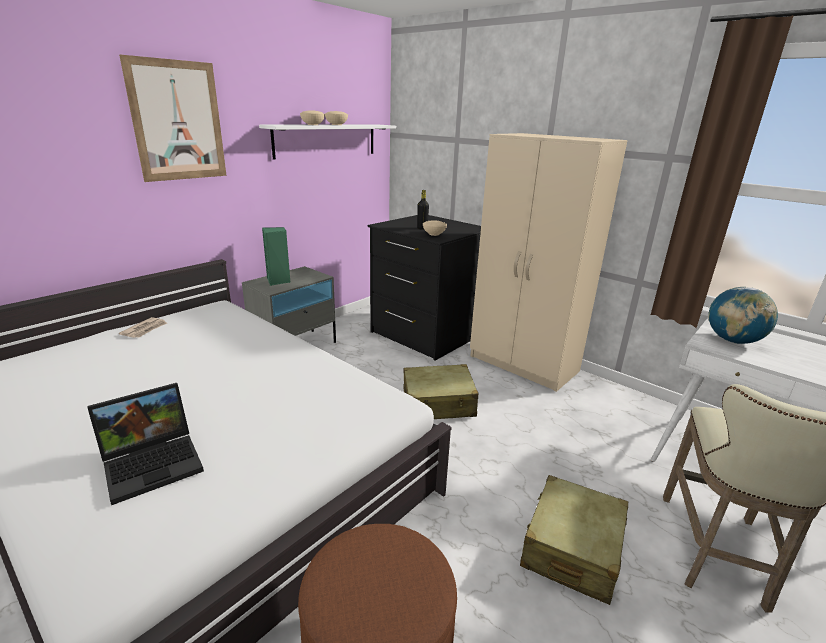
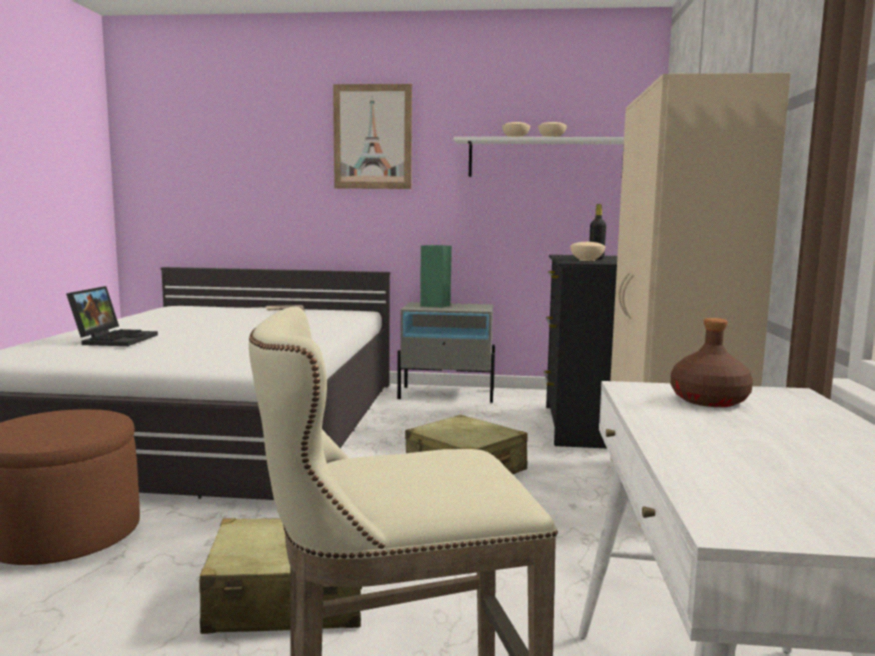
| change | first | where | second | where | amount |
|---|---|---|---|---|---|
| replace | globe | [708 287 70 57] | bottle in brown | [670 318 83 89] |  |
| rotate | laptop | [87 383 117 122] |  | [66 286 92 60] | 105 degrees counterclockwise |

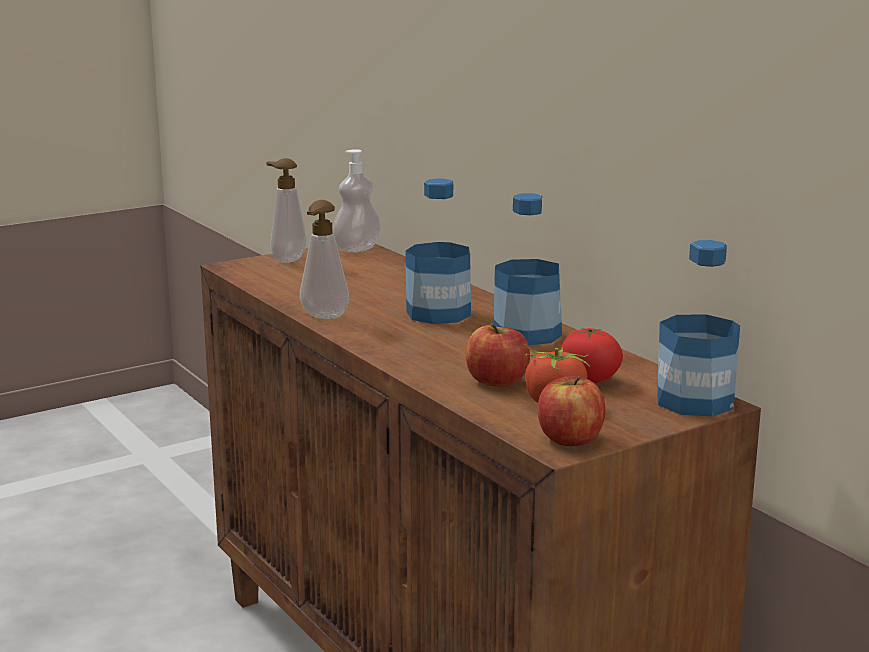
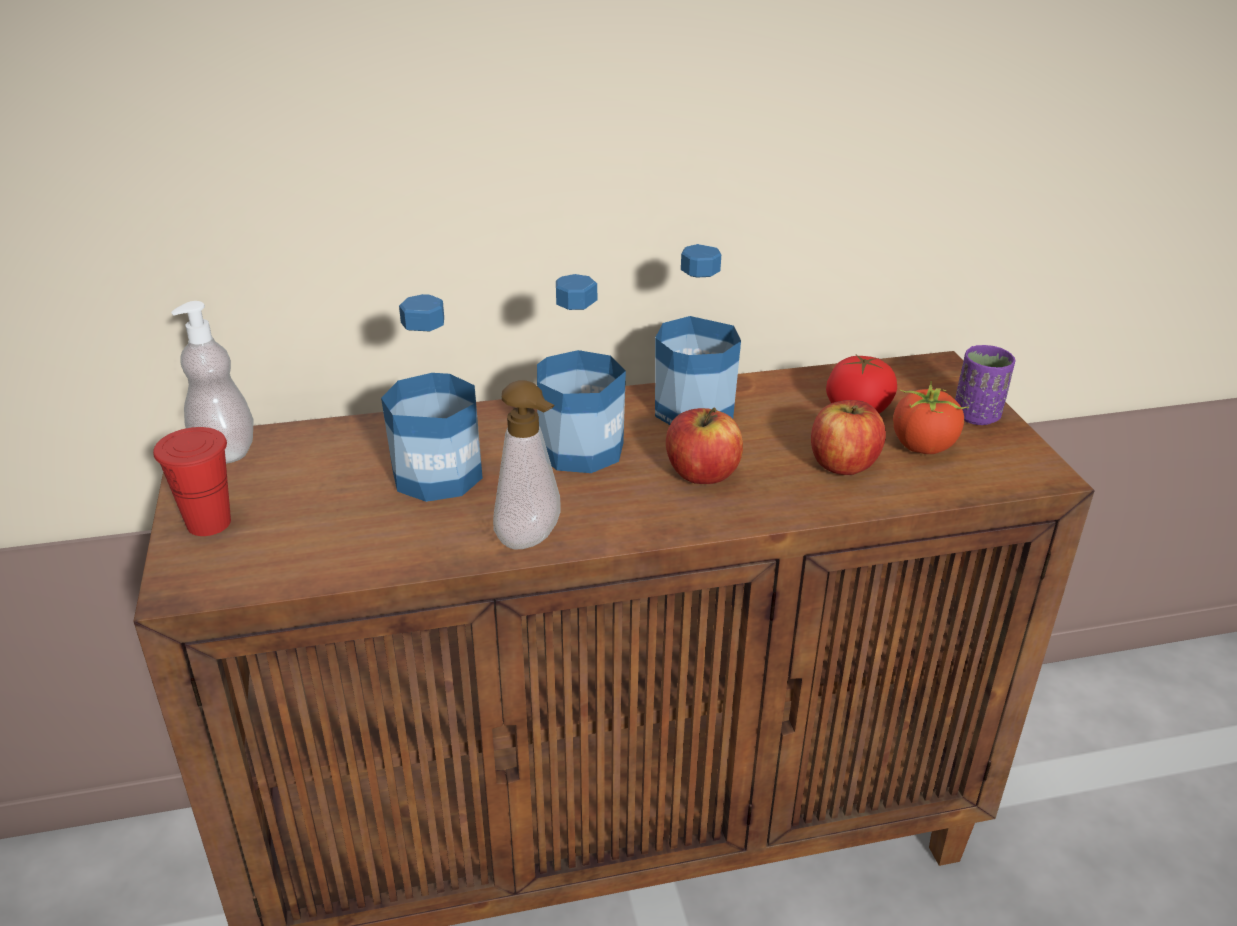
| change | first | where | second | where | amount |
|---|---|---|---|---|---|
| insert |  |  | cup in purple | [955 345 60 80] |  |
| move | apple | [538 376 67 70] |  | [666 407 77 77] |  |
| move | bottle | [657 240 83 177] |  | [381 294 102 208] |  |
| replace | soap dispenser | [266 158 41 105] | cup in red | [153 427 78 109] |  |

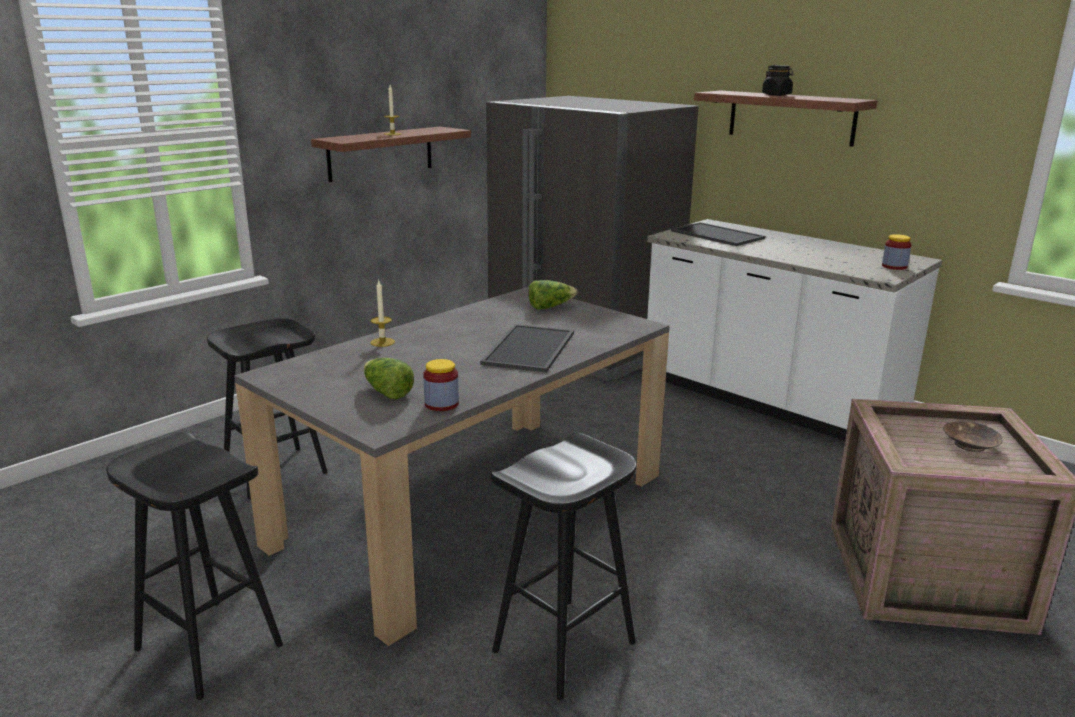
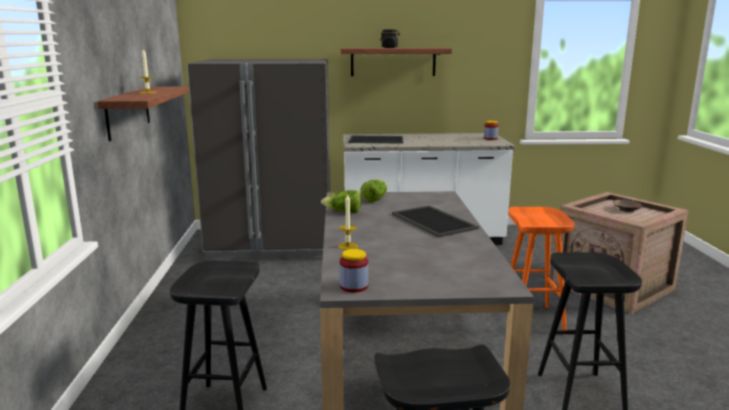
| change | first | where | second | where | amount |
|---|---|---|---|---|---|
| insert |  |  | stool in orange | [508 207 67 128] |  |
| move | lettuce | [364 358 50 41] |  | [321 190 40 23] |  |
| move | jar | [423 359 36 52] |  | [340 249 28 43] |  |

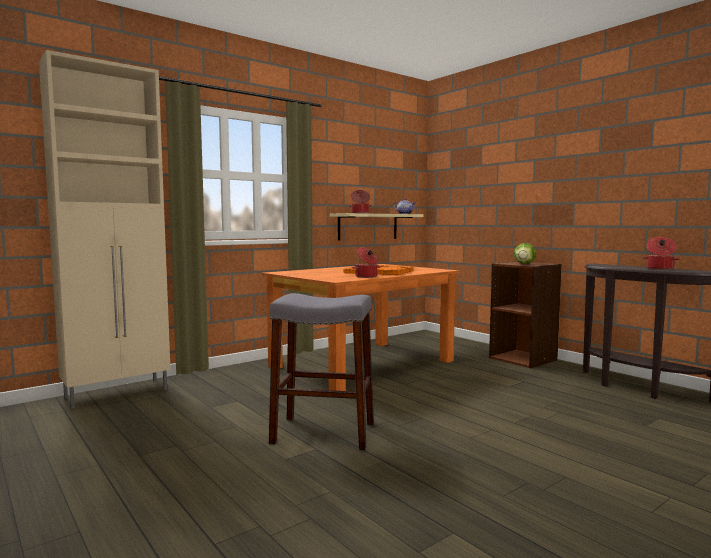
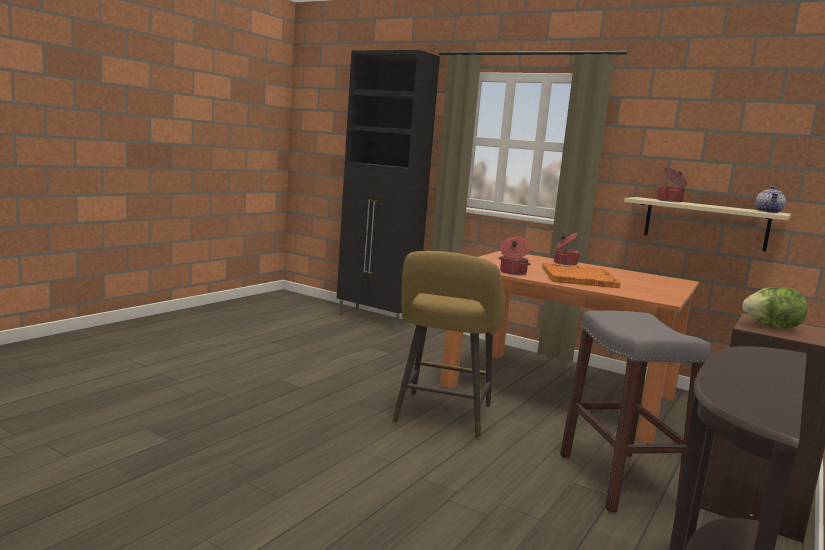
| change | first | where | second | where | amount |
|---|---|---|---|---|---|
| insert |  |  | stool in yellow | [393 251 112 187] |  |
| move | stool in grey | [269 293 105 158] |  | [560 311 152 202] |  |
| move | cooking pot | [642 237 38 33] |  | [554 233 26 33] |  |
| recolor | cabinet in beige | [39 50 132 359] | cabinet in black | [337 50 103 280] |  |

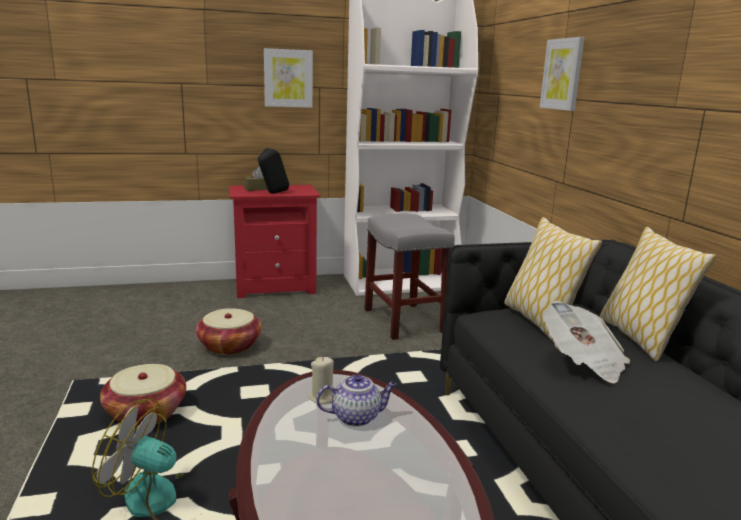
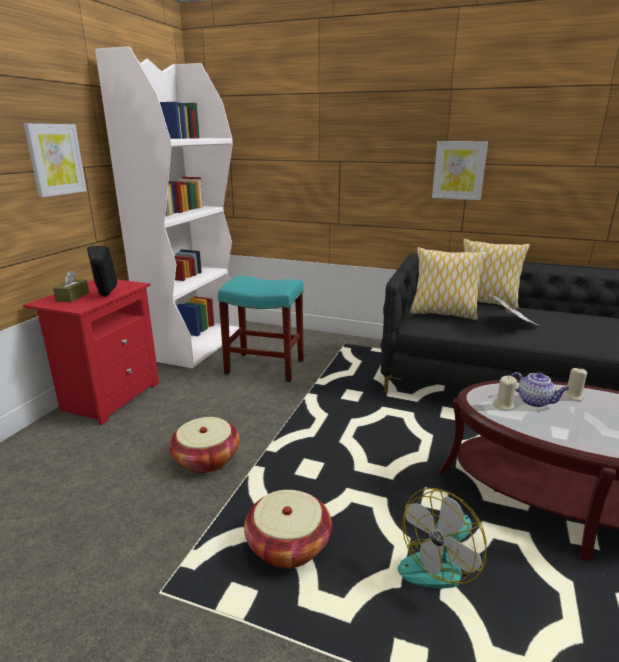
| change | first | where | second | where | amount |
|---|---|---|---|---|---|
| insert |  |  | candle in beige | [564 368 23 34] |  |
| move | picture | [540 37 45 74] |  | [432 141 56 59] |  |
| recolor | stool in grey | [365 213 90 128] | stool in turquoise | [218 276 86 107] |  |
| rotate | teapot | [316 374 81 53] |  | [510 372 59 35] | 105 degrees clockwise |

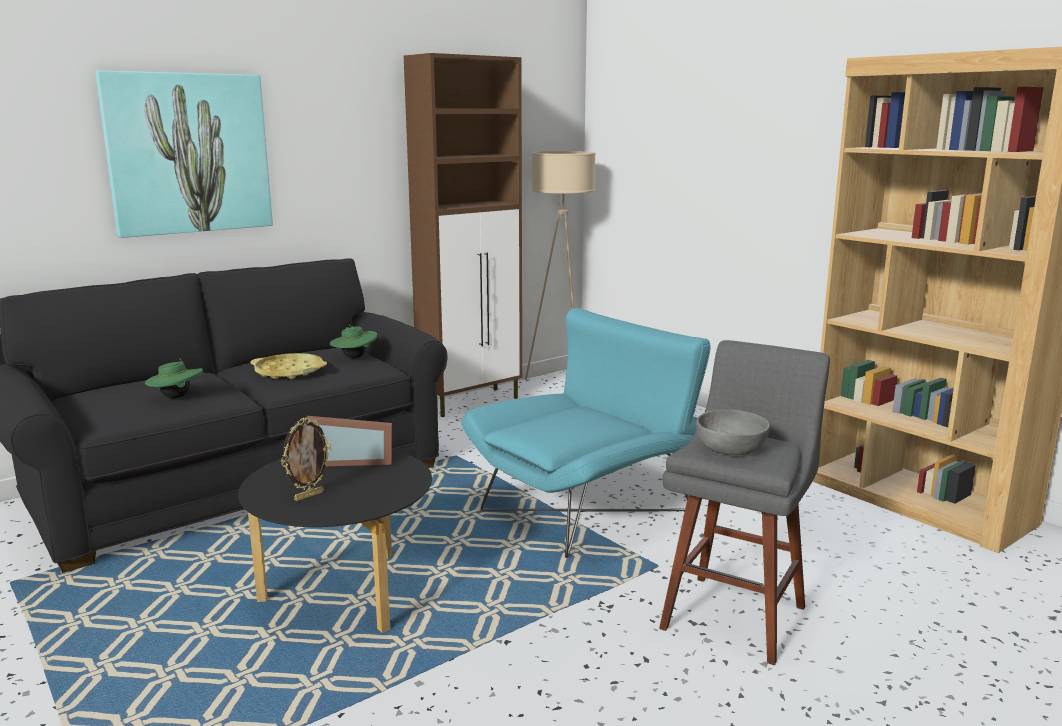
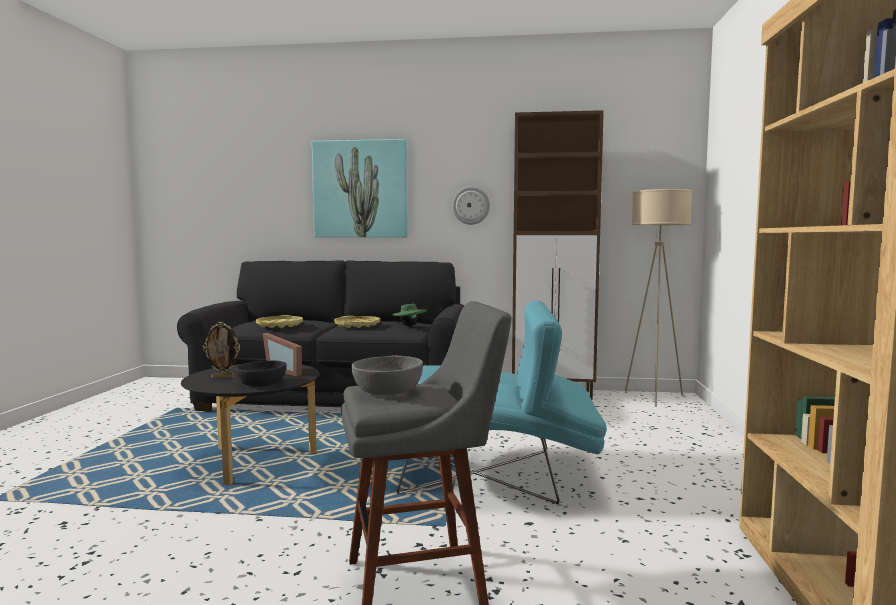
| change | first | where | second | where | amount |
|---|---|---|---|---|---|
| insert |  |  | bowl in black | [236 360 51 27] |  |
| insert |  |  | wall clock | [452 186 38 39] |  |
| replace | hat in green | [145 358 58 41] | tray in yellow | [256 315 47 13] |  |

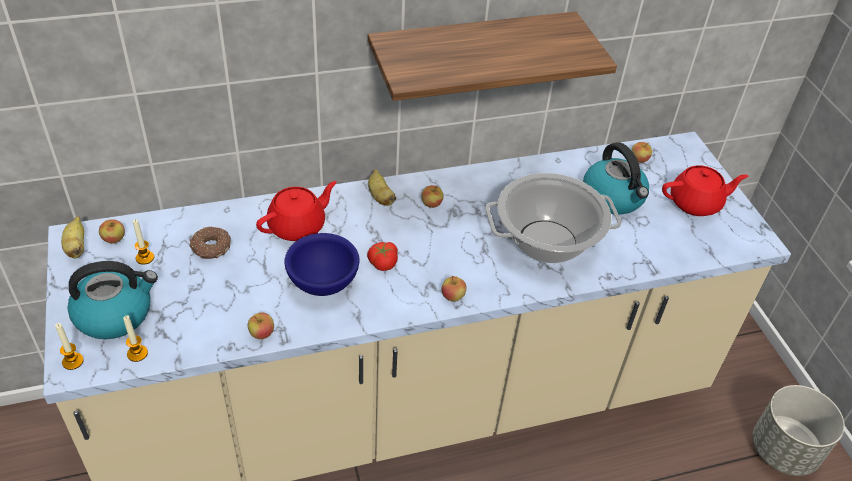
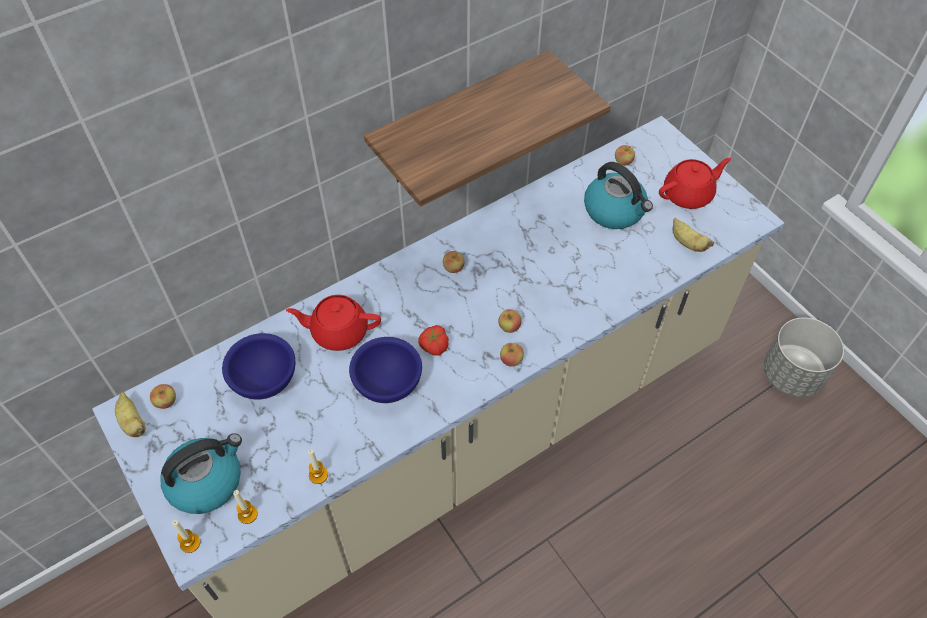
| change | first | where | second | where | amount |
|---|---|---|---|---|---|
| delete | cooking pot | [485 173 137 90] |  |  |  |
| move | candle | [133 220 21 45] |  | [308 449 20 35] |  |
| move | apple | [248 312 26 27] |  | [498 309 23 24] |  |
| move | banana | [368 169 28 37] |  | [672 218 42 34] |  |
| replace | donut | [189 226 42 33] | bowl in blue | [222 333 74 67] |  |
| rotate | teapot in red | [256 181 81 60] |  | [286 295 95 56] | 120 degrees counterclockwise |

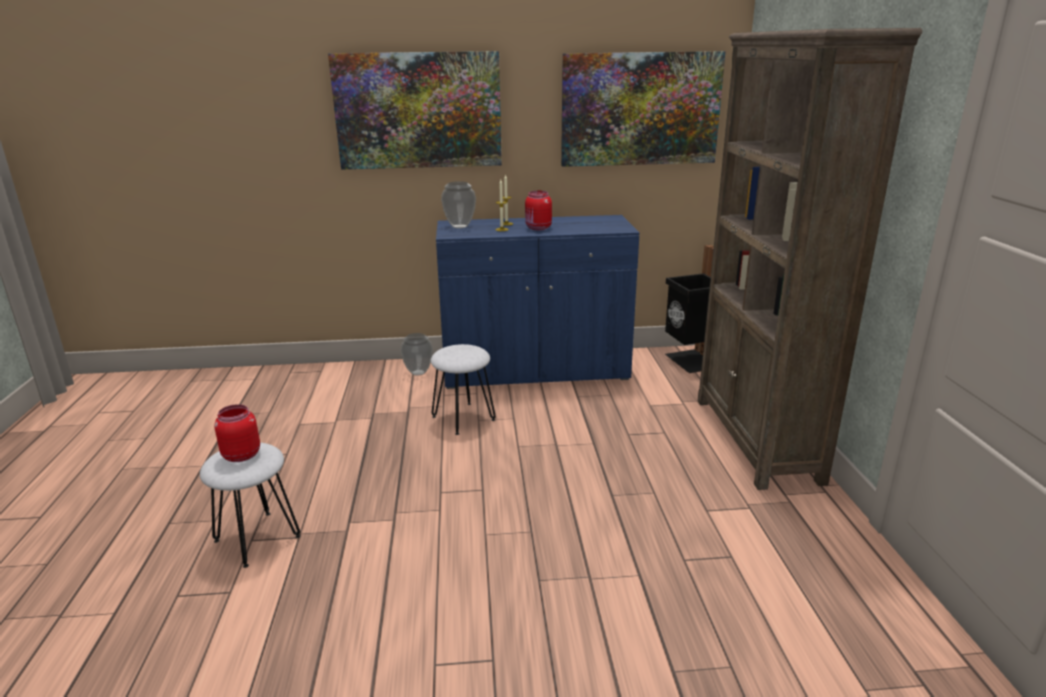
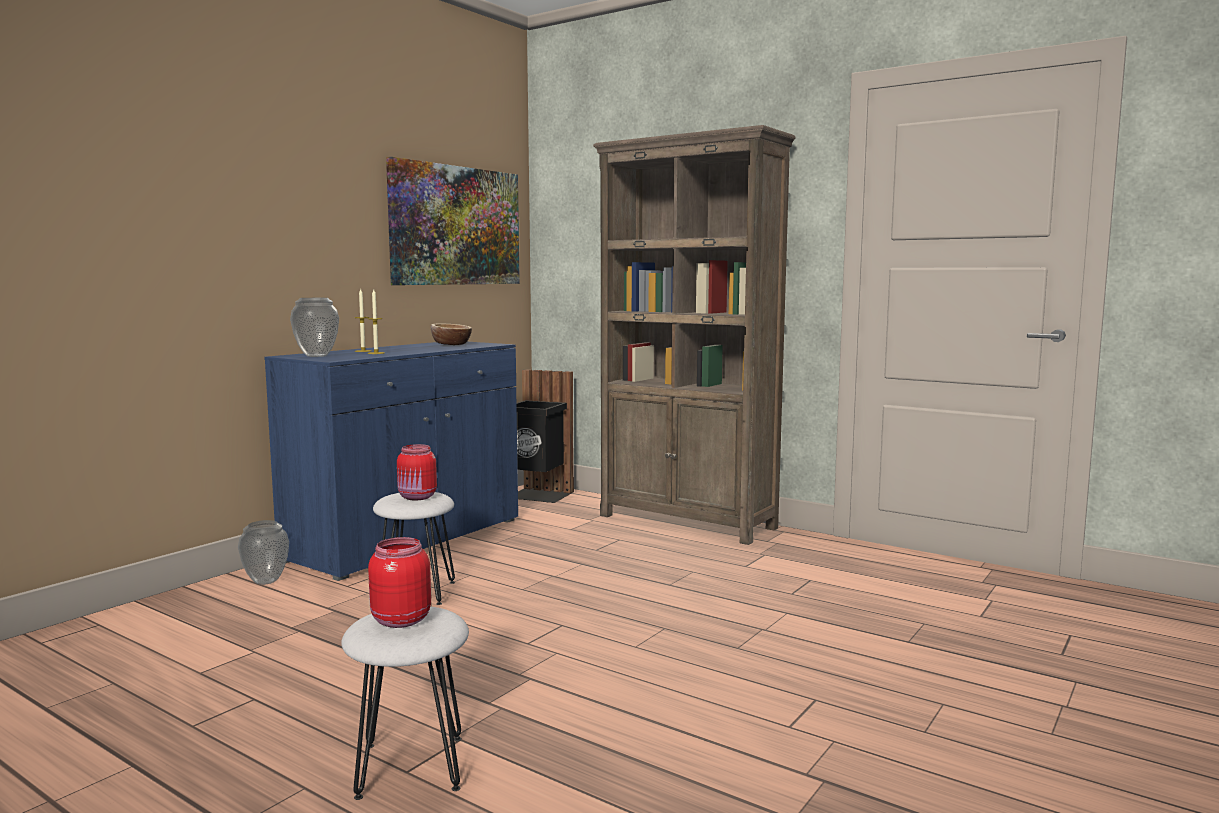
| change | first | where | second | where | amount |
|---|---|---|---|---|---|
| delete | picture | [328 51 174 119] |  |  |  |
| insert |  |  | bowl | [431 324 41 21] |  |
| move | jar in red | [525 191 27 39] |  | [397 444 40 56] |  |

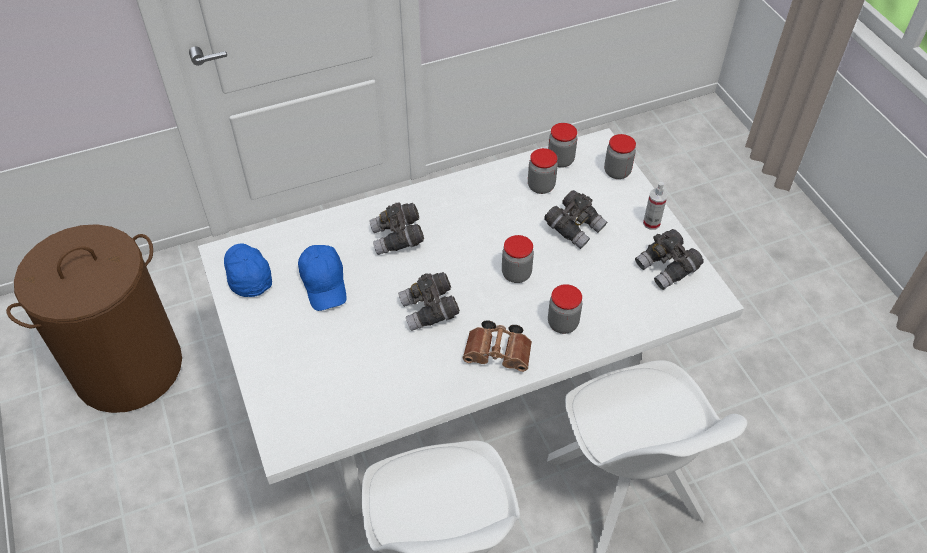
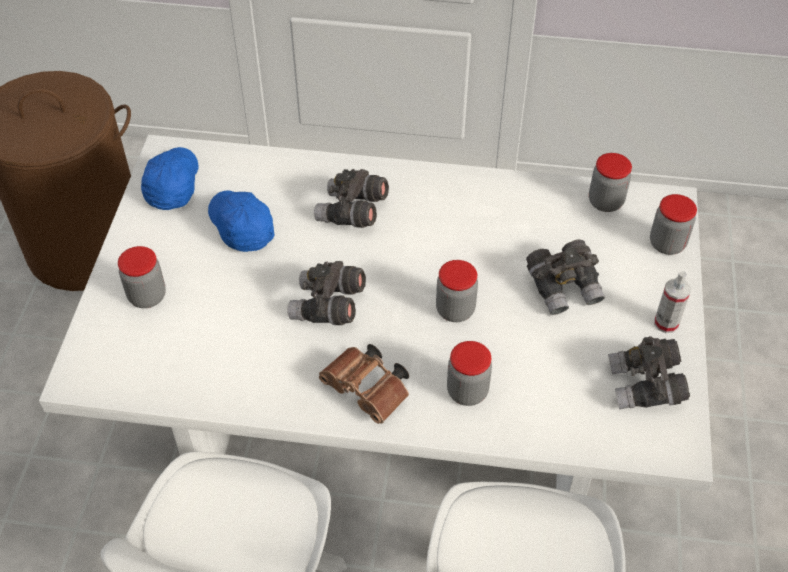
| change | first | where | second | where | amount |
|---|---|---|---|---|---|
| move | jar | [528 148 30 46] |  | [118 246 48 62] |  |
| rotate | cap in blue | [298 245 49 66] |  | [208 191 67 61] | 135 degrees clockwise |

